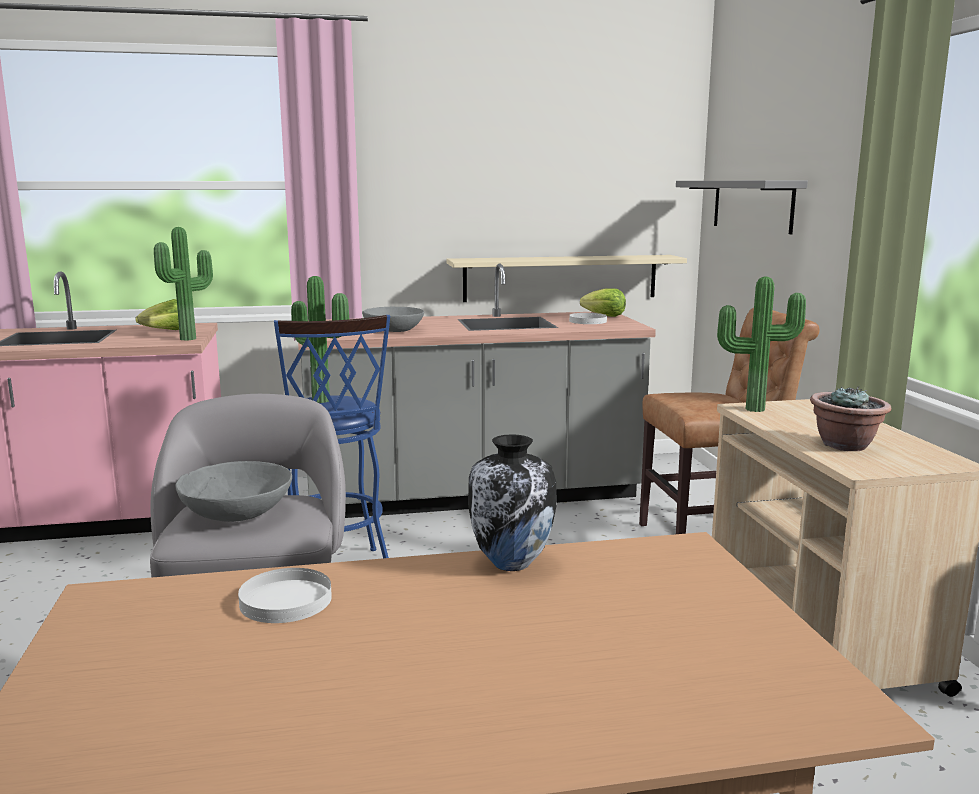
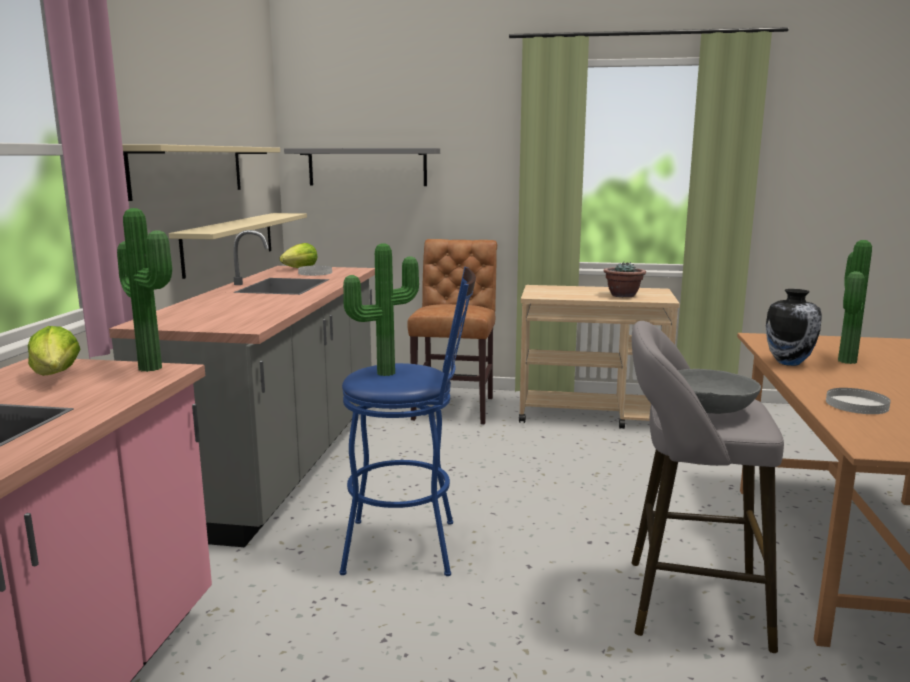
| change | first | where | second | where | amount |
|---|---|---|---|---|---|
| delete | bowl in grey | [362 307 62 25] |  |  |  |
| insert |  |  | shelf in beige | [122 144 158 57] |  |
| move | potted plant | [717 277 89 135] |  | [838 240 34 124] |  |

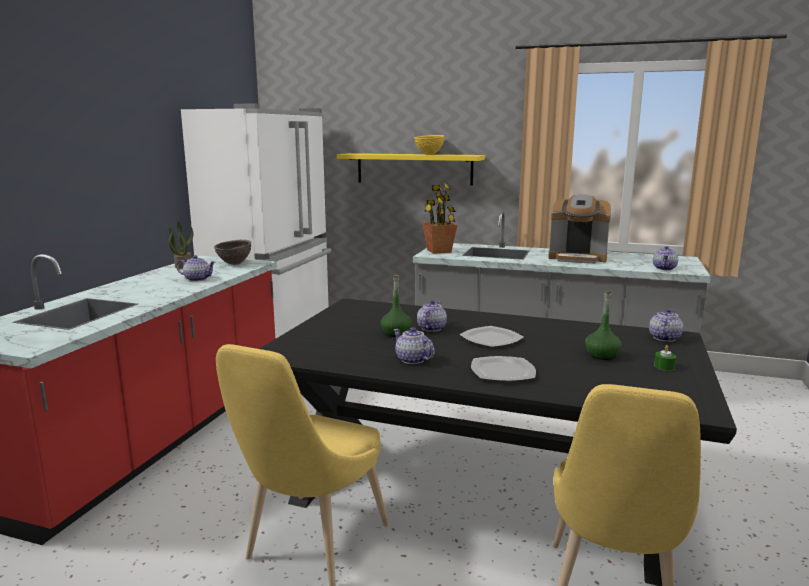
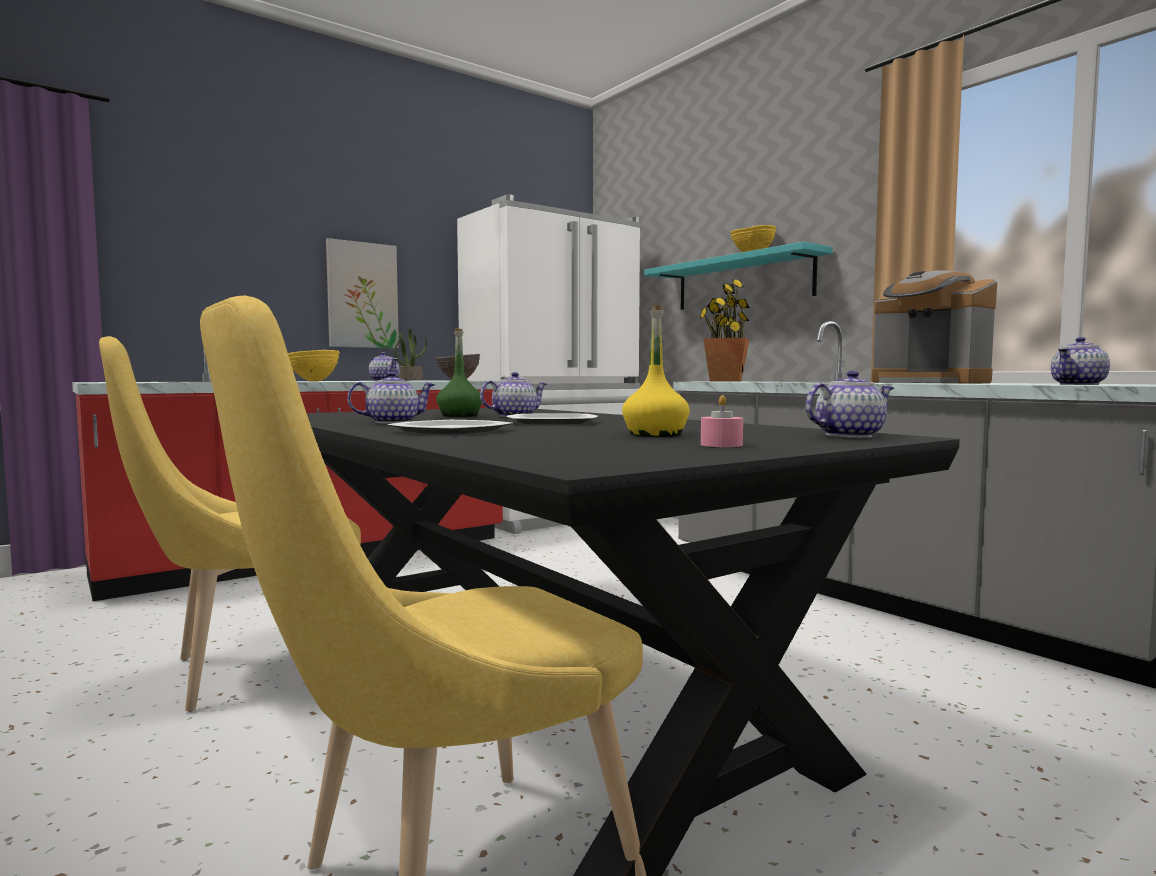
| change | first | where | second | where | amount |
|---|---|---|---|---|---|
| insert |  |  | bowl in yellow | [288 350 52 31] |  |
| insert |  |  | picture | [326 238 73 110] |  |
| recolor | shelf in yellow | [337 153 148 33] | shelf in turquoise | [644 242 189 68] |  |
| recolor | bottle in green | [585 291 37 69] | bottle in yellow | [622 305 68 132] |  |
| recolor | candle in green | [654 345 22 26] | candle in pink | [701 395 42 52] |  |
| rotate | teapot | [393 327 42 37] |  | [347 372 88 52] | 75 degrees clockwise |

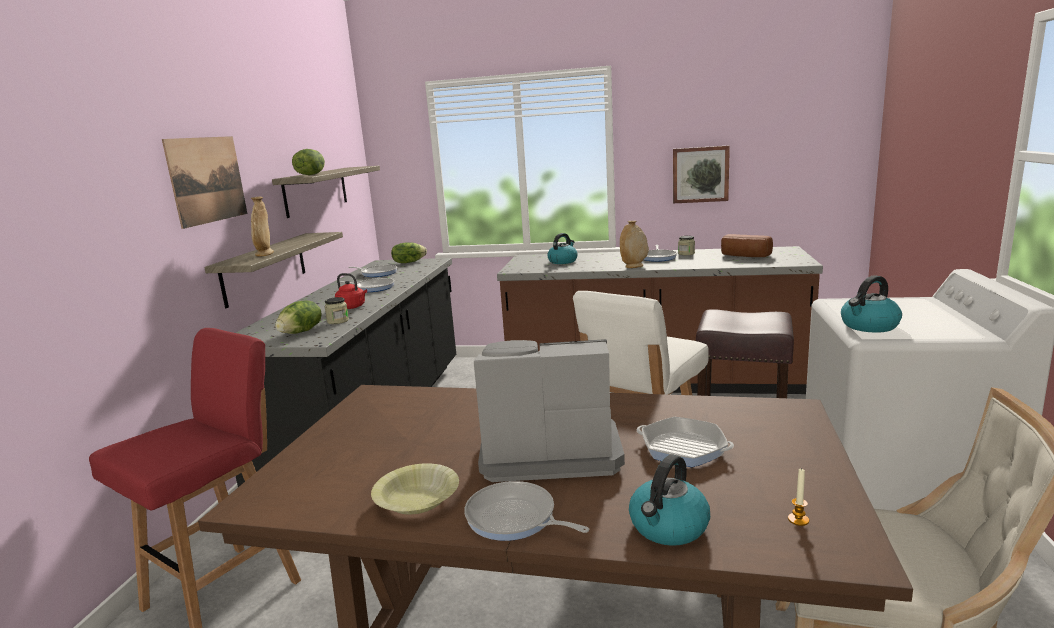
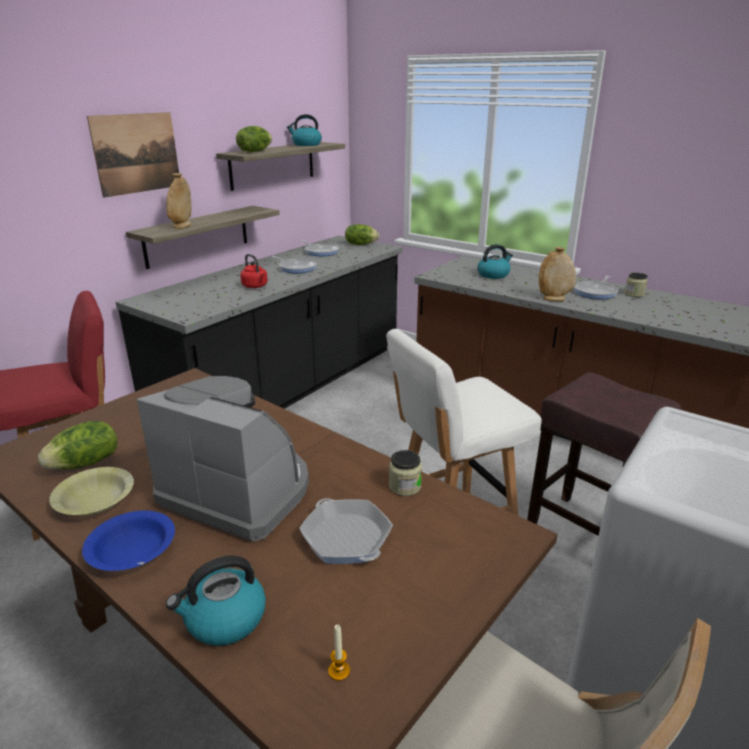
| change | first | where | second | where | amount |
|---|---|---|---|---|---|
| delete | picture | [673 145 57 58] |  |  |  |
| delete | bread | [721 234 52 23] |  |  |  |
| move | lettuce | [275 301 47 33] |  | [38 421 79 48] |  |
| move | jar | [324 297 25 27] |  | [389 450 33 46] |  |
| move | kettle | [841 275 61 58] |  | [287 114 35 32] |  |
| replace | frying pan | [464 481 125 60] | bowl in blue | [82 510 93 61] |  |

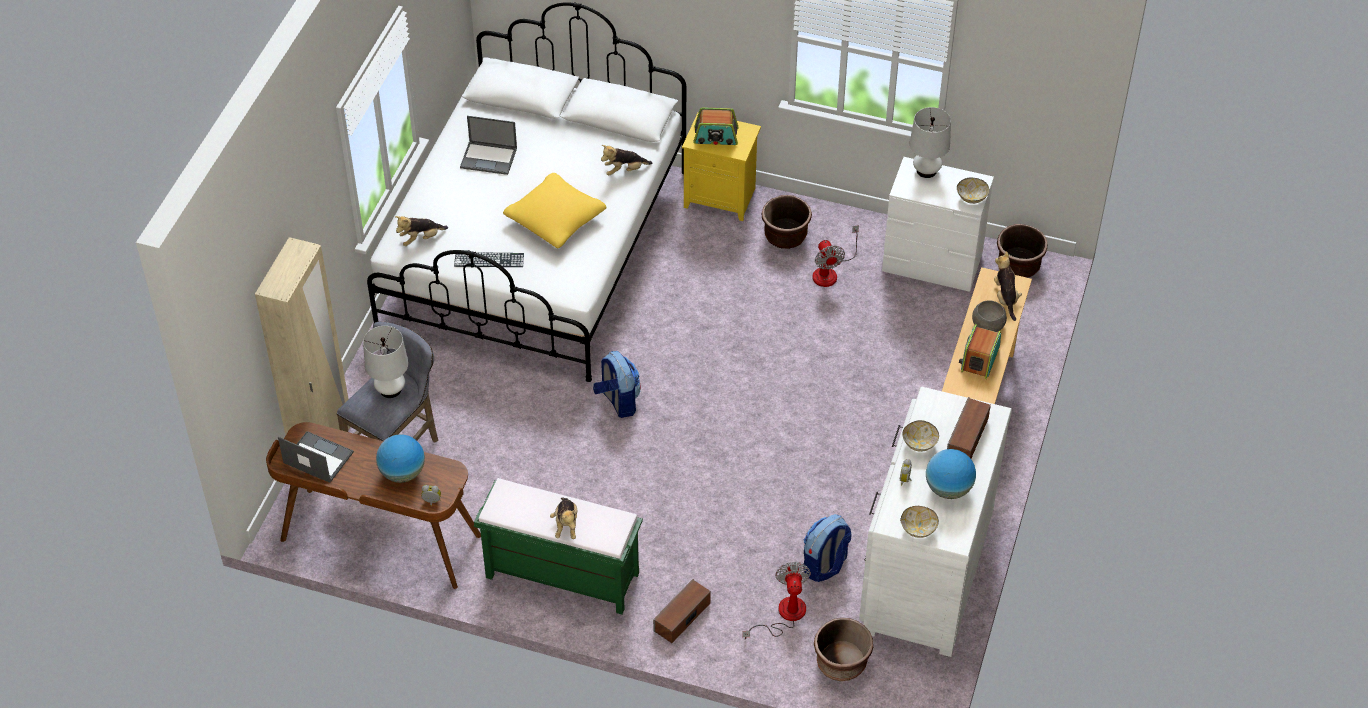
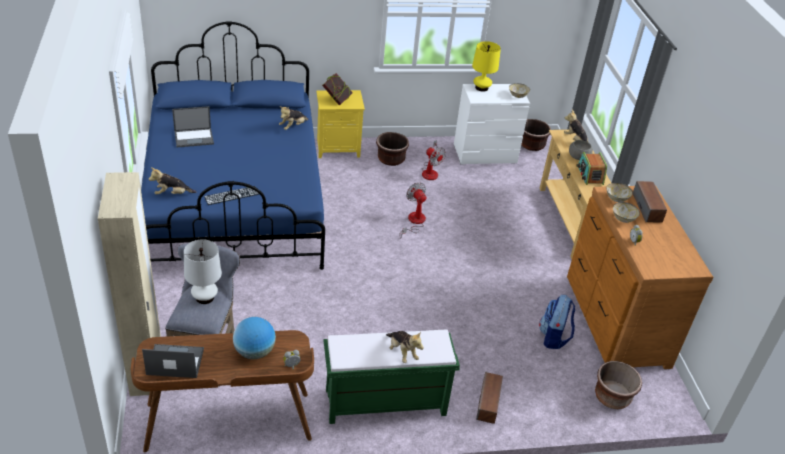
| change | first | where | second | where | amount |
|---|---|---|---|---|---|
| delete | pillow in yellow | [503 173 104 75] |  |  |  |
| delete | backpack | [593 351 48 67] |  |  |  |
| delete | globe | [926 449 50 50] |  |  |  |
| move | fan | [742 562 69 78] |  | [400 182 27 56] |  |
| move | bowl | [900 506 39 32] |  | [606 183 27 19] |  |
| replace | radio | [693 107 46 38] | book | [322 73 31 32] |  |
| recolor | bed in white | [367 2 319 380] | bed in blue | [141 21 184 249] |  |
| recolor | dresser in white | [859 386 153 271] | dresser in brown | [567 185 147 184] |  |
| recolor | table lamp in white | [910 107 41 71] | table lamp in yellow | [472 41 29 51] |  |
| rotate | plush toy | [395 216 53 30] |  | [149 167 48 28] | 45 degrees clockwise |

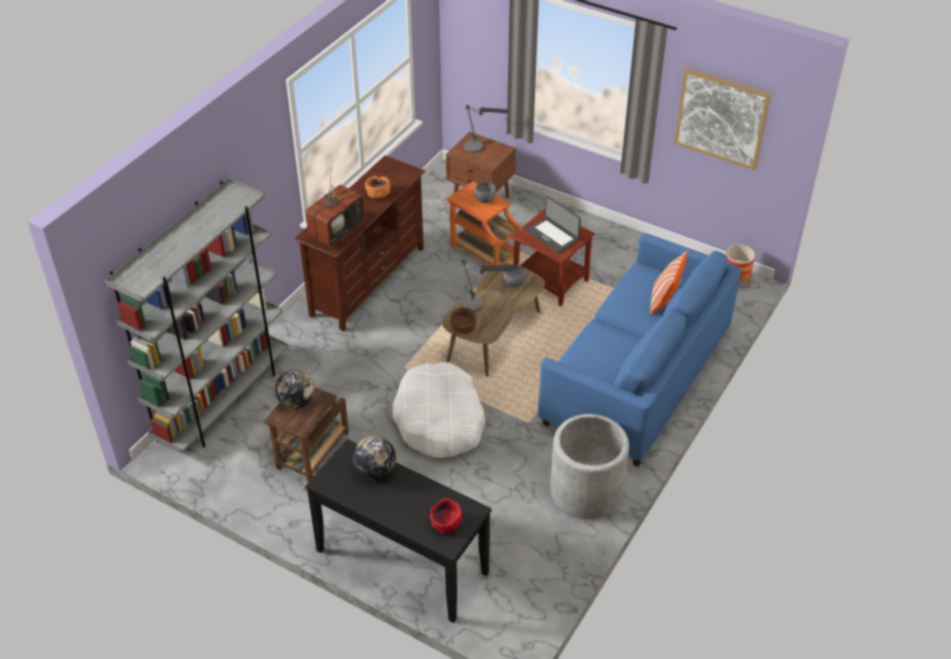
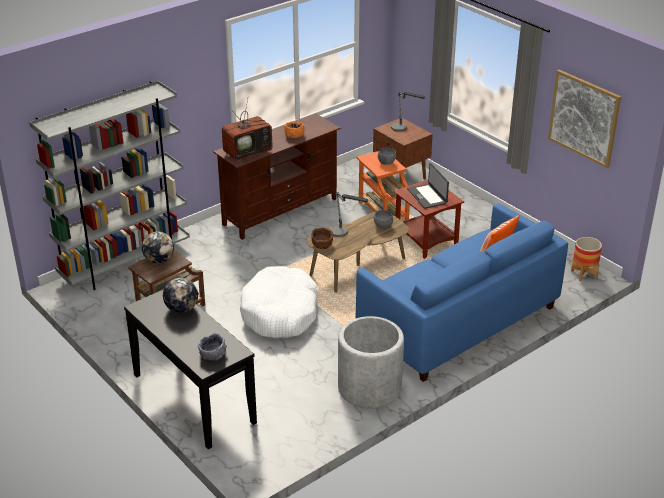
| change | first | where | second | where | amount |
|---|---|---|---|---|---|
| recolor | bowl in red | [430 498 33 35] | bowl in grey | [198 333 29 28] |  |

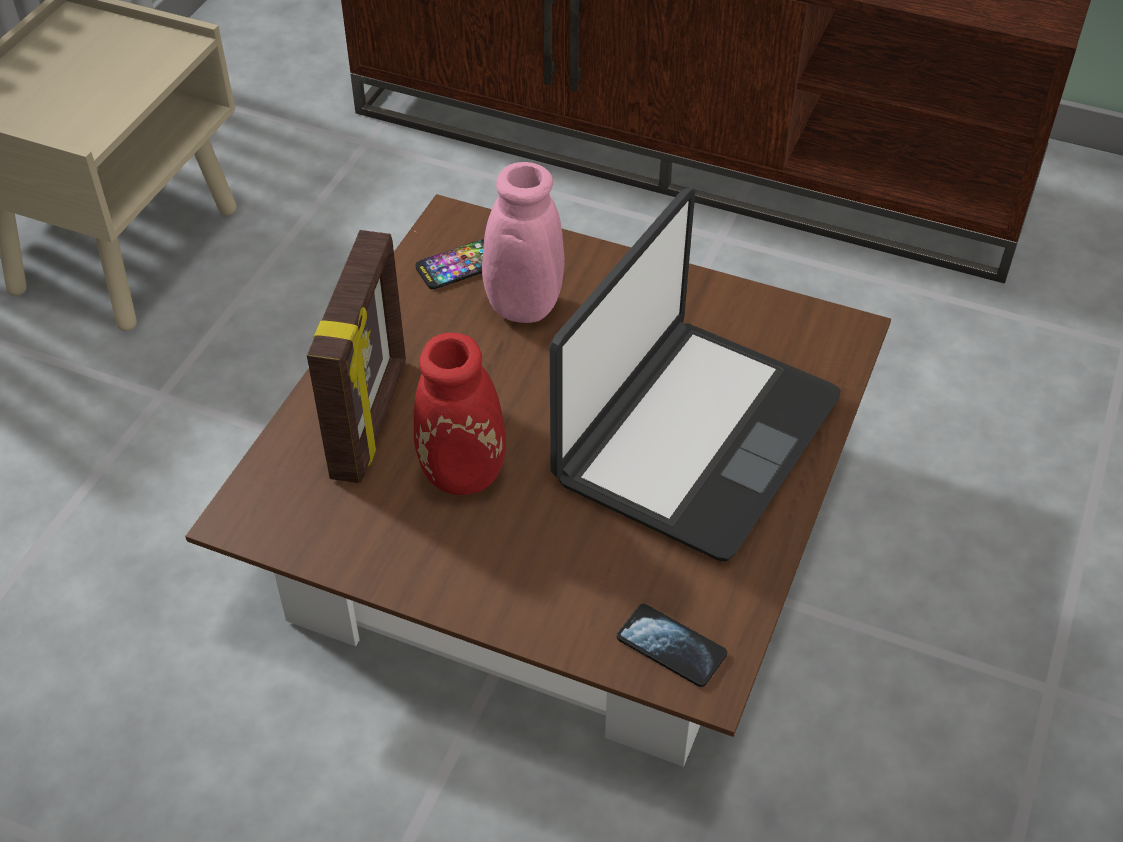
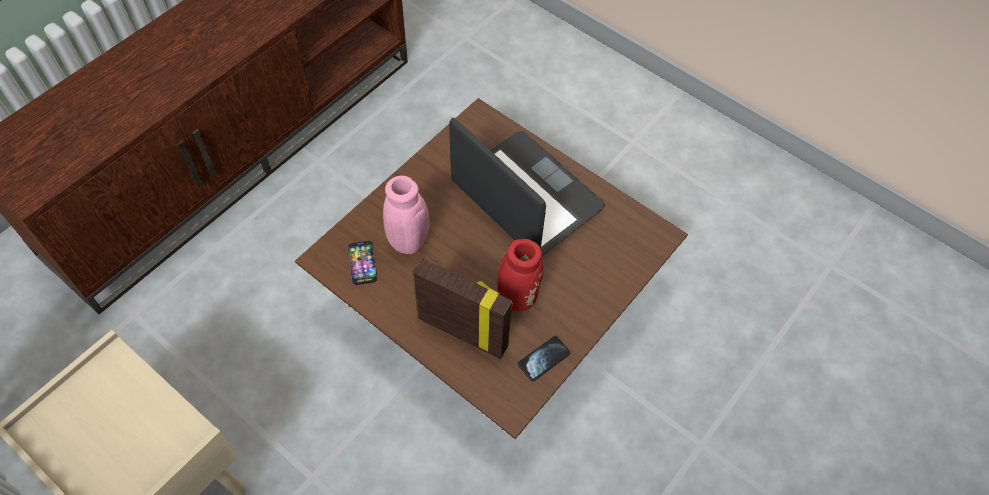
| change | first | where | second | where | amount |
|---|---|---|---|---|---|
| move | phone | [617 604 110 83] |  | [518 336 53 45] |  |

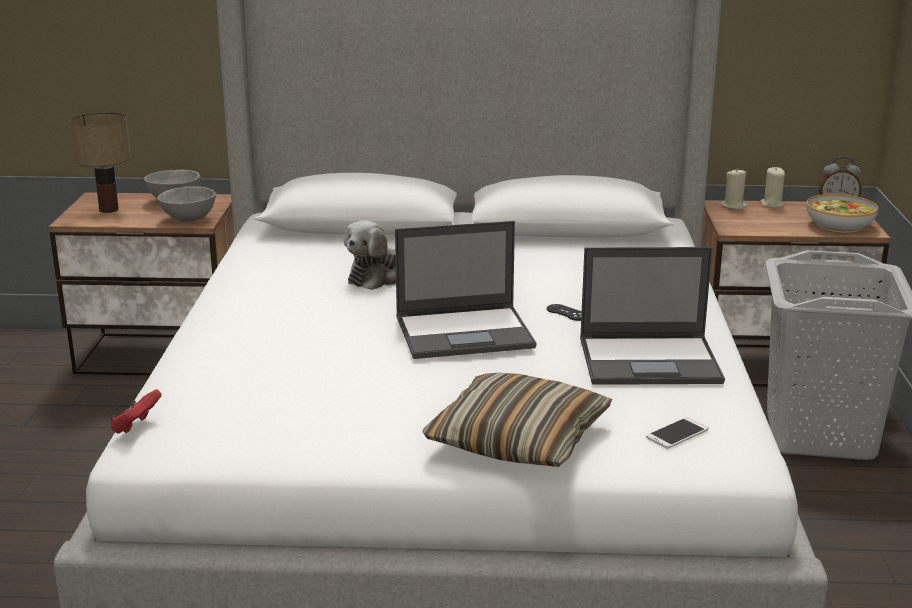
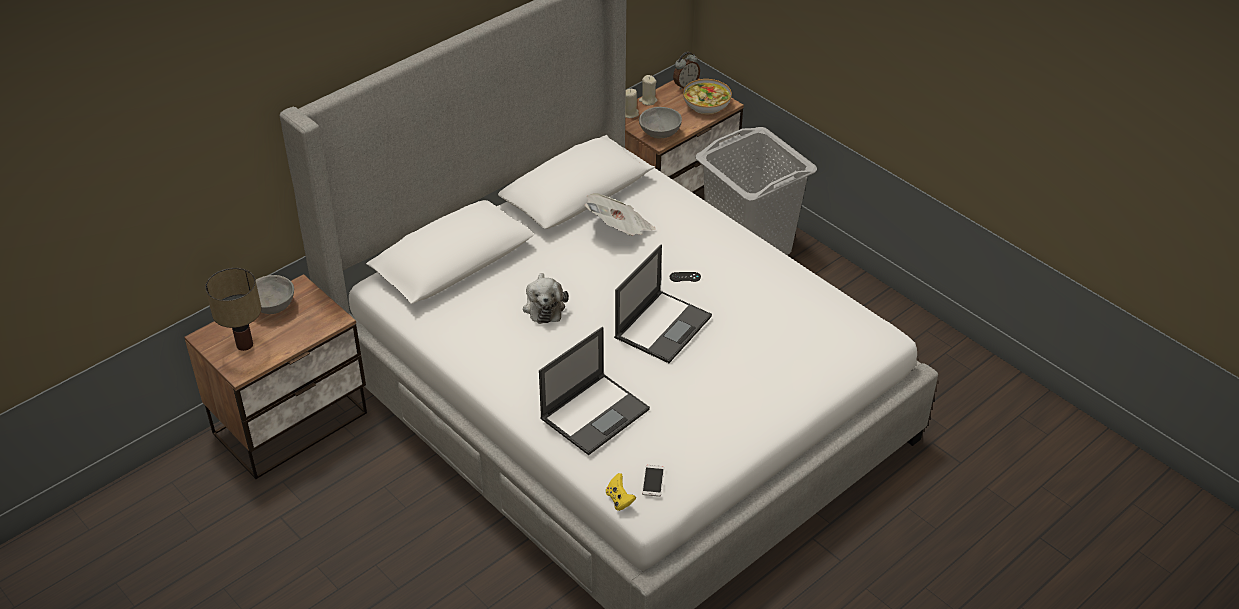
| change | first | where | second | where | amount |
|---|---|---|---|---|---|
| delete | pillow | [422 373 190 94] |  |  |  |
| insert |  |  | newspaper | [584 193 71 43] |  |
| move | bowl in grey | [157 186 59 36] |  | [639 107 43 31] |  |
| move | laptop | [580 247 145 138] |  | [539 327 111 128] |  |
| move | phone | [646 417 62 32] |  | [642 465 22 32] |  |
| recolor | game controller in red | [110 389 52 44] | game controller in yellow | [606 473 30 38] |  |

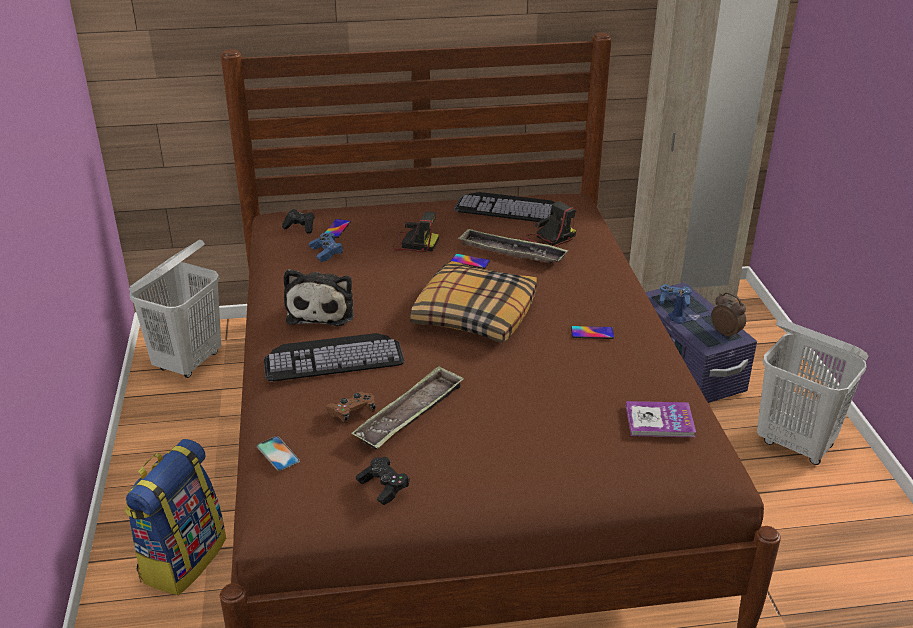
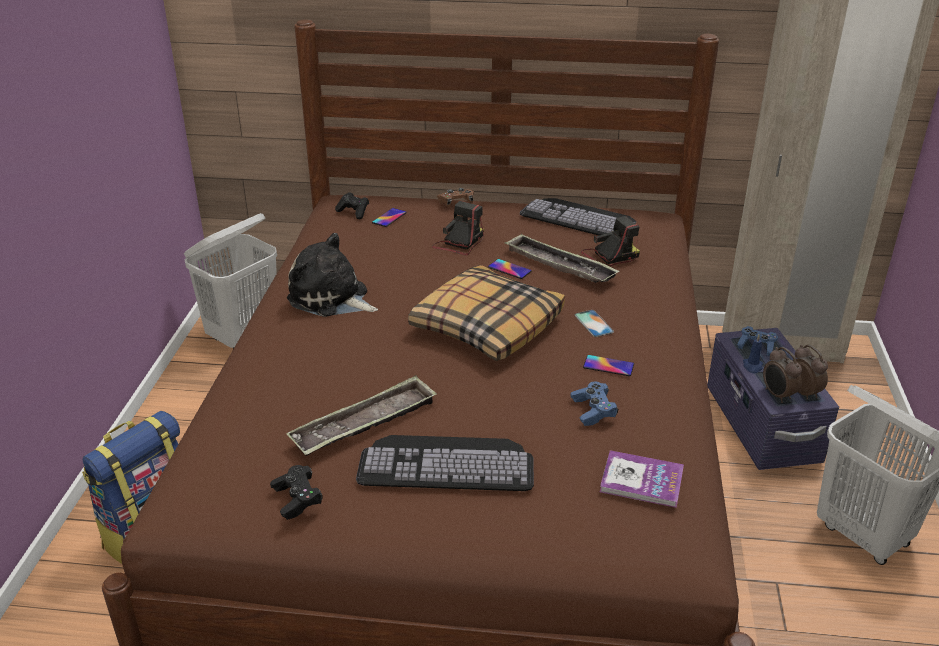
| change | first | where | second | where | amount |
|---|---|---|---|---|---|
| insert |  |  | alarm clock | [763 347 39 56] |  |
| move | phone | [256 436 44 35] |  | [574 310 40 27] |  |
| move | keyboard | [264 333 140 48] |  | [356 435 178 56] |  |
| move | game controller in blue | [309 233 34 29] |  | [570 382 48 44] |  |
| move | game controller in brown | [326 392 50 32] |  | [437 188 37 19] |  |
| rotate | plush toy | [283 269 71 57] |  | [287 233 91 84] | 105 degrees clockwise |
| rotate | photo camera | [392 212 47 40] |  | [432 201 52 54] | 90 degrees counterclockwise |

